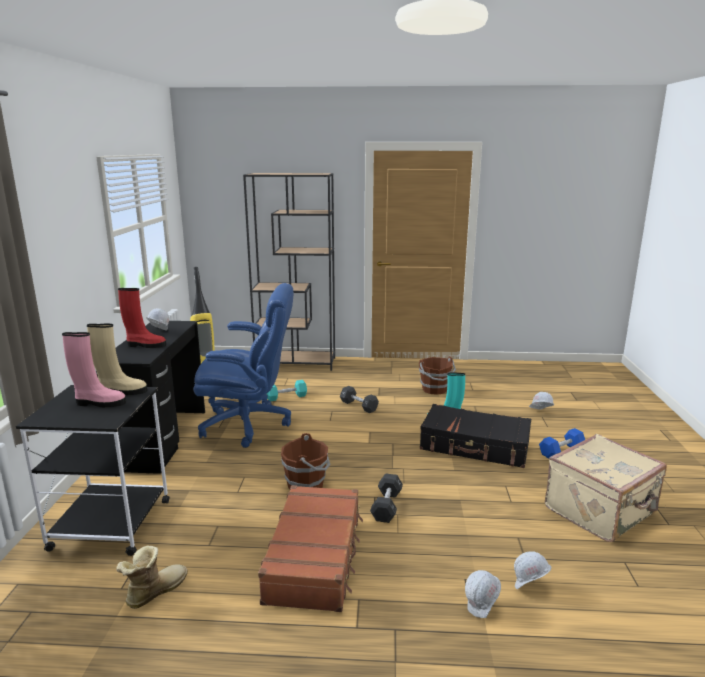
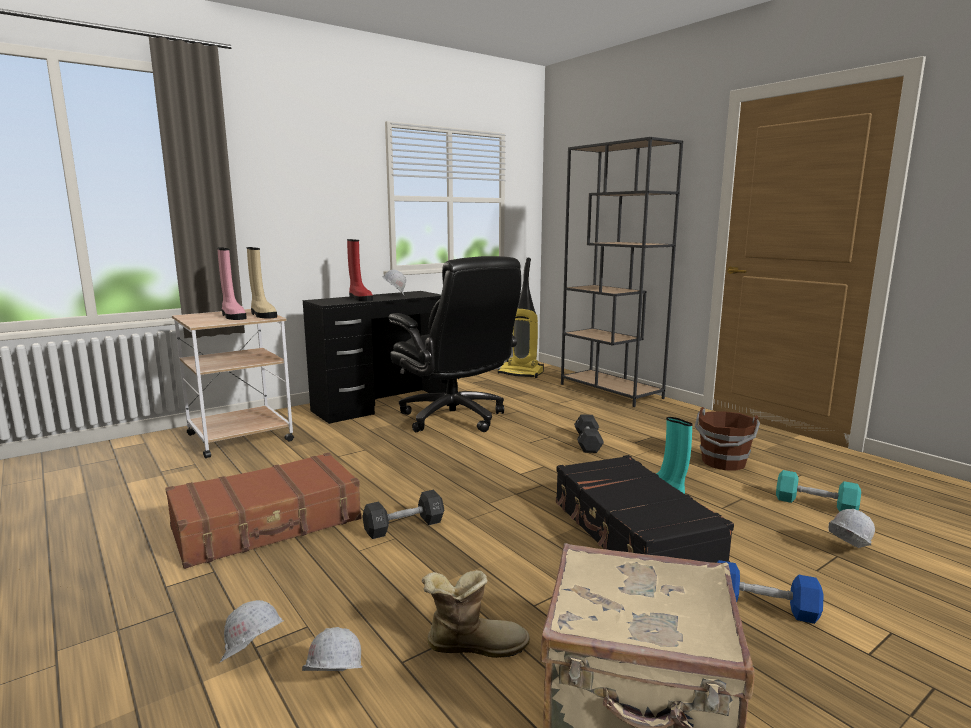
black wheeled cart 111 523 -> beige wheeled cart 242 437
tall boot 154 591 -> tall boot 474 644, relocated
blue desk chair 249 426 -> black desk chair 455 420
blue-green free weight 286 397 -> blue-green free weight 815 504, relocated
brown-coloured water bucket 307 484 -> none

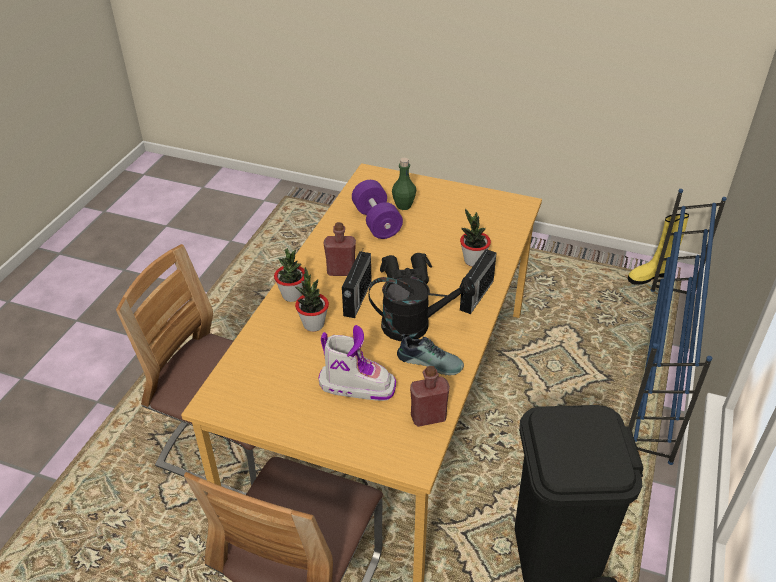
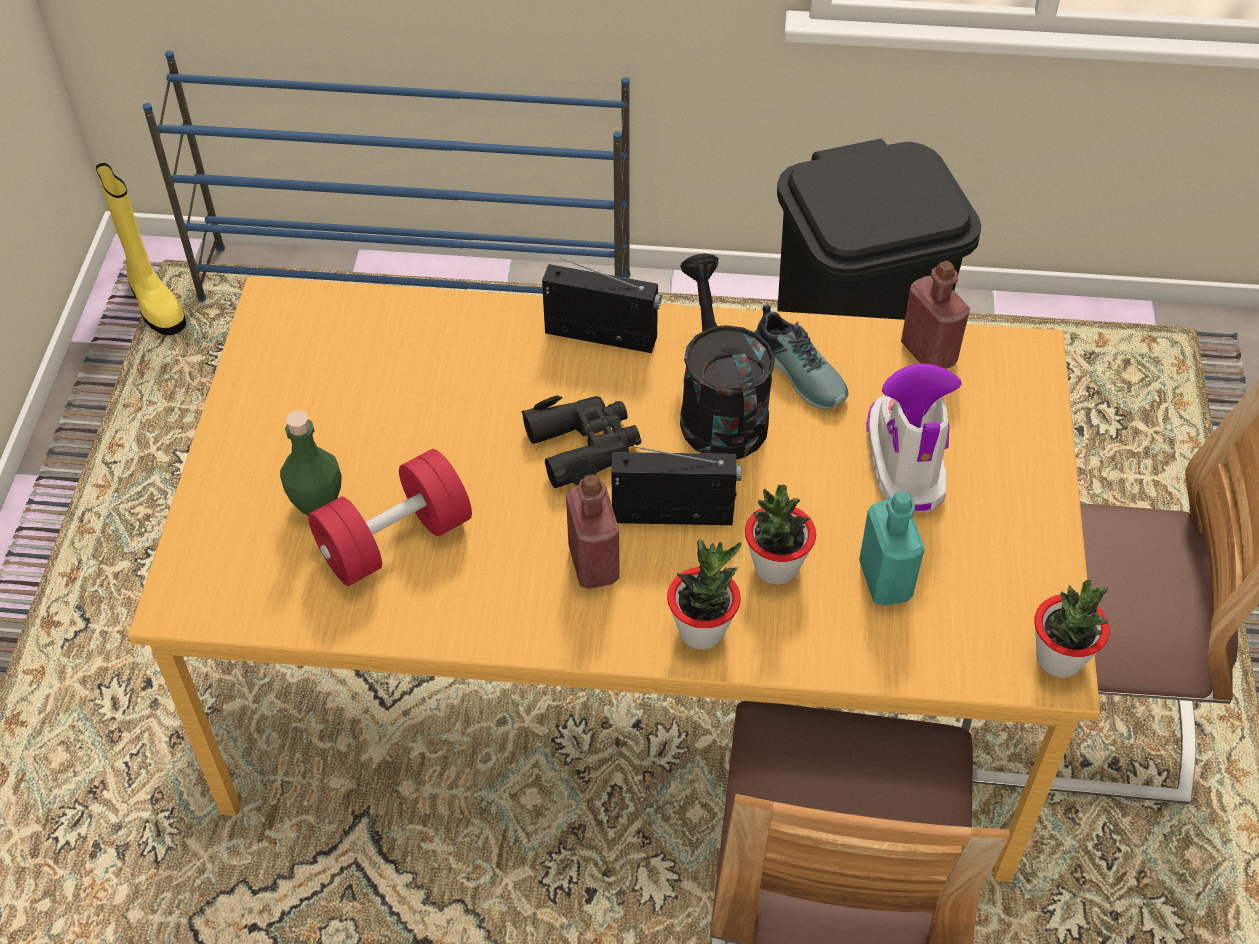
purple-coloured free weight 376 222 -> red free weight 395 540
shoe 430 361 -> shoe 801 371, 135 degrees clockwise
houseplant 473 261 -> houseplant 1059 659, relocated
none -> blue-green beverage bottle 885 580

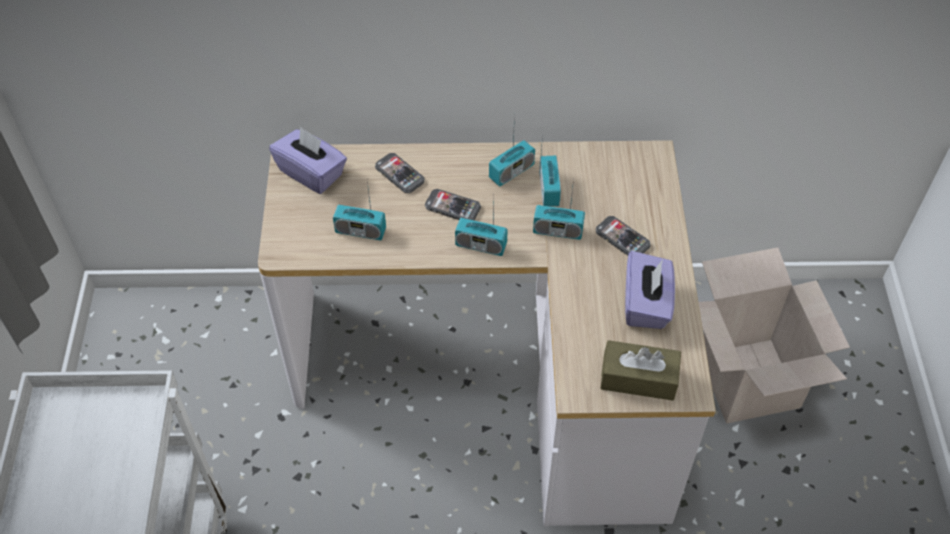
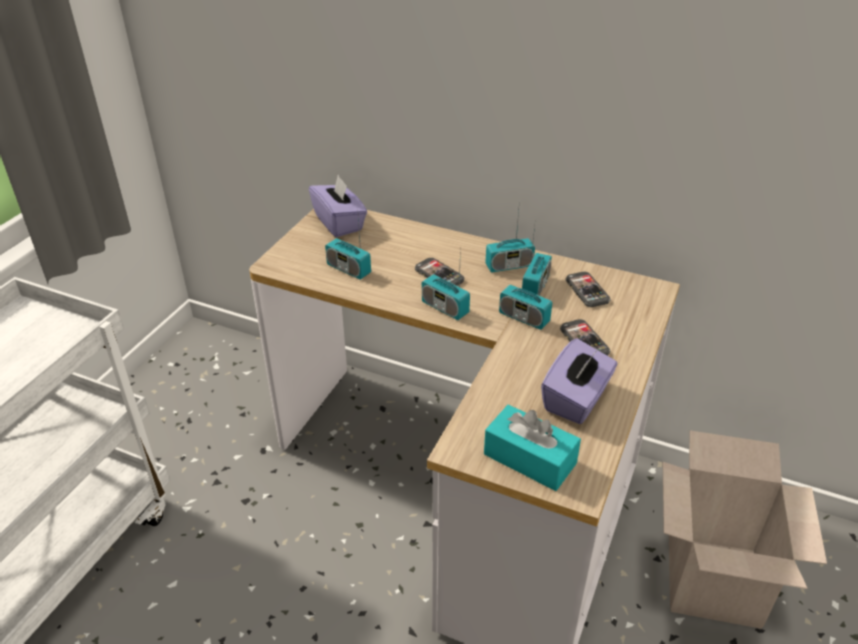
telephone 399 174 -> telephone 587 291, relocated
brown-coloured tissue holder 638 378 -> blue-green tissue holder 529 459

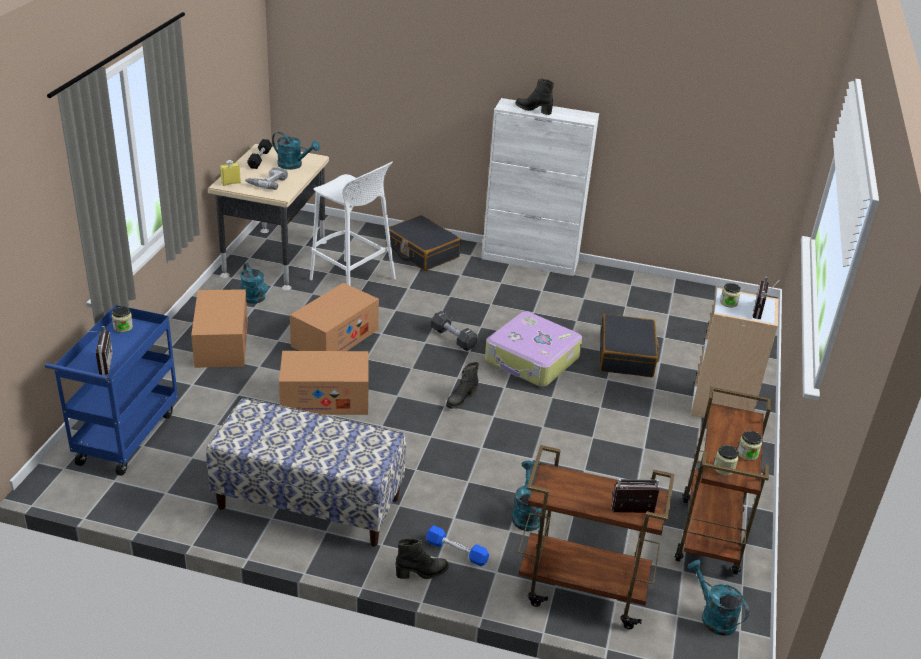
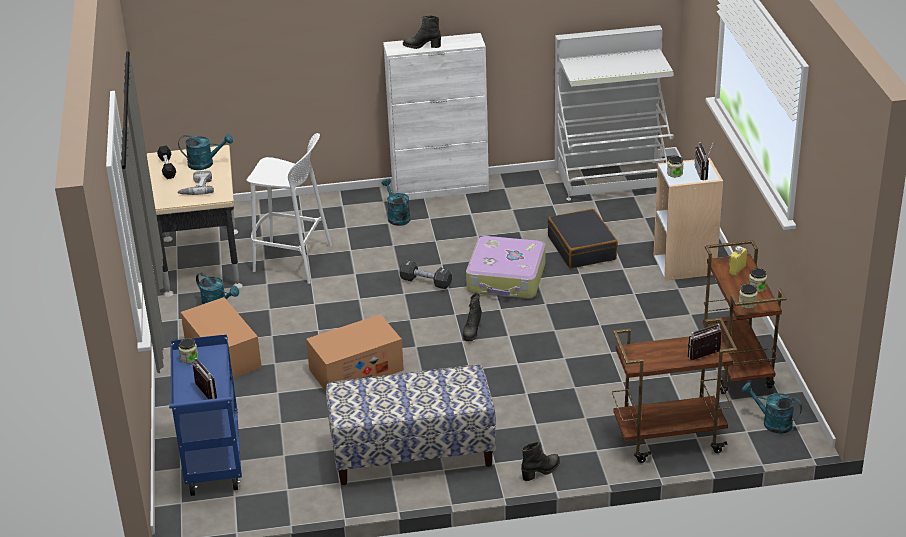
yellow beverage bottle 231 183 -> yellow beverage bottle 737 270, relocated
packing box 335 338 -> none
black suitcase 422 252 -> none
blue free weight 456 551 -> none
blue-green watering can 526 514 -> blue-green watering can 397 217, relocated
none -> whitish shoe rack 613 182

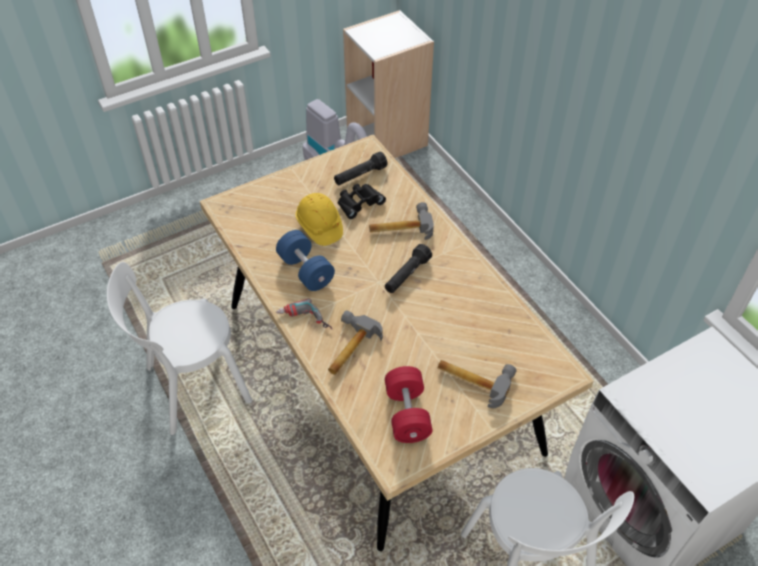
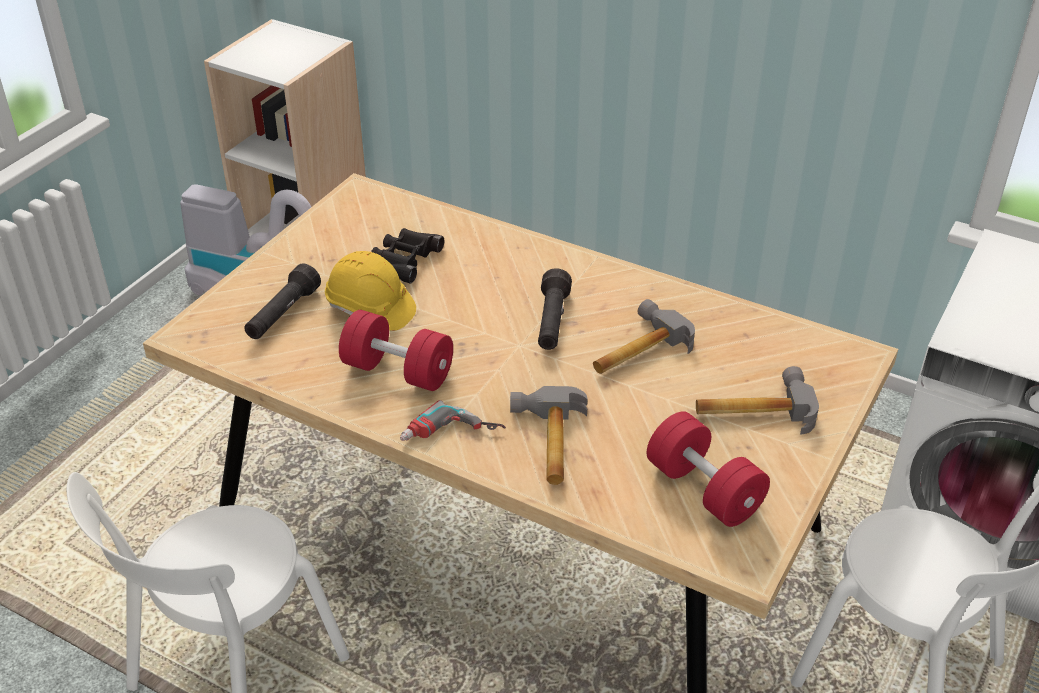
blue free weight 306 271 -> red free weight 398 371
black torch 360 176 -> black torch 283 314, relocated
hammer 400 227 -> hammer 635 350, relocated

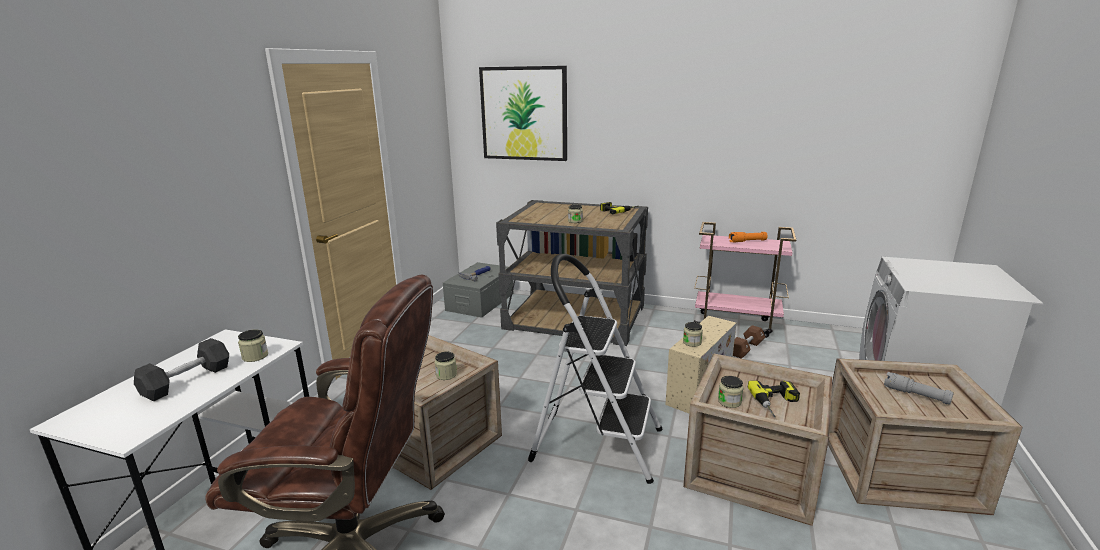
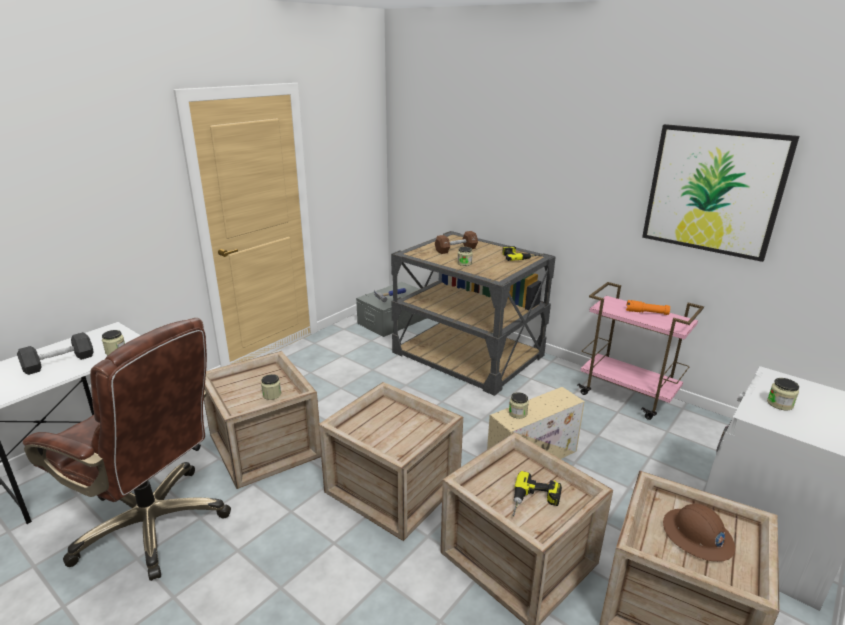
wall picture 524 114 -> wall picture 713 191, relocated
step stool 593 444 -> crate 392 486
storage jar 729 401 -> storage jar 780 404, relocated
brown-coloured free weight 746 349 -> brown-coloured free weight 456 250, relocated
grey torch 916 395 -> brown-coloured safety helmet 697 536

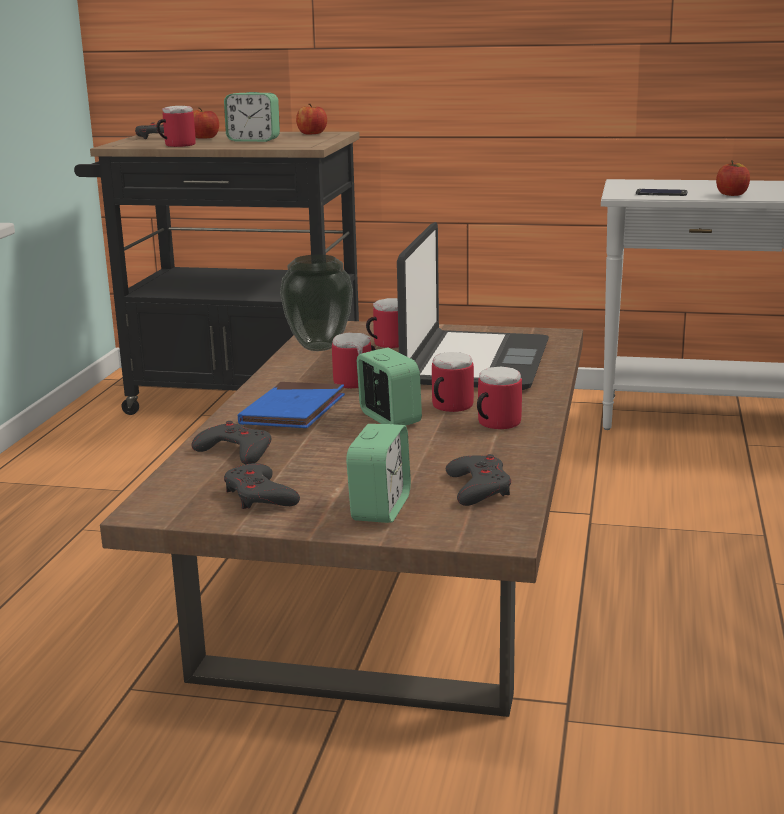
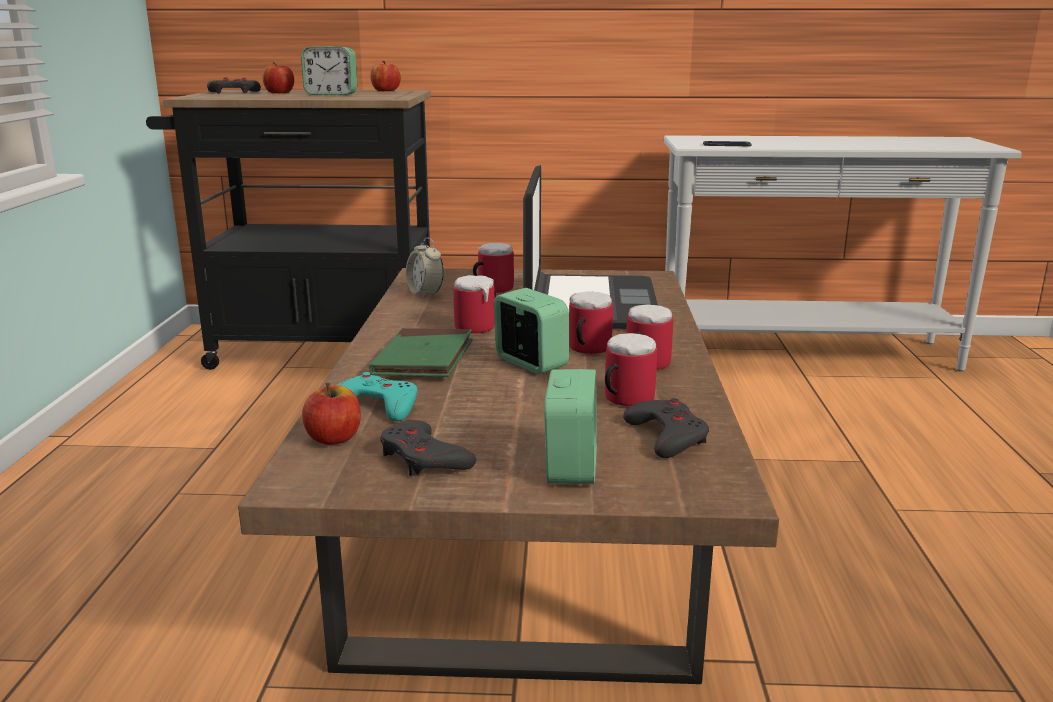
mug 176 145 -> mug 623 399, relocated
grey joypad 235 451 -> blue-green joypad 376 406
blue volume 293 411 -> green-coloured volume 424 359
vase 320 347 -> table clock 425 293
apple fruit 732 194 -> apple fruit 334 438, relocated

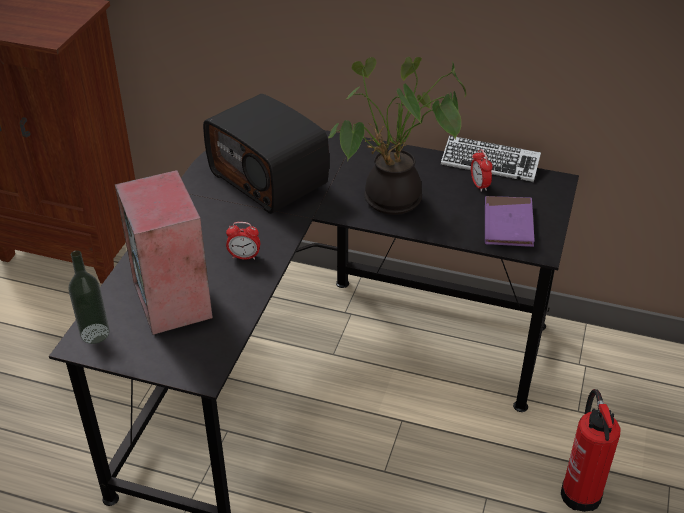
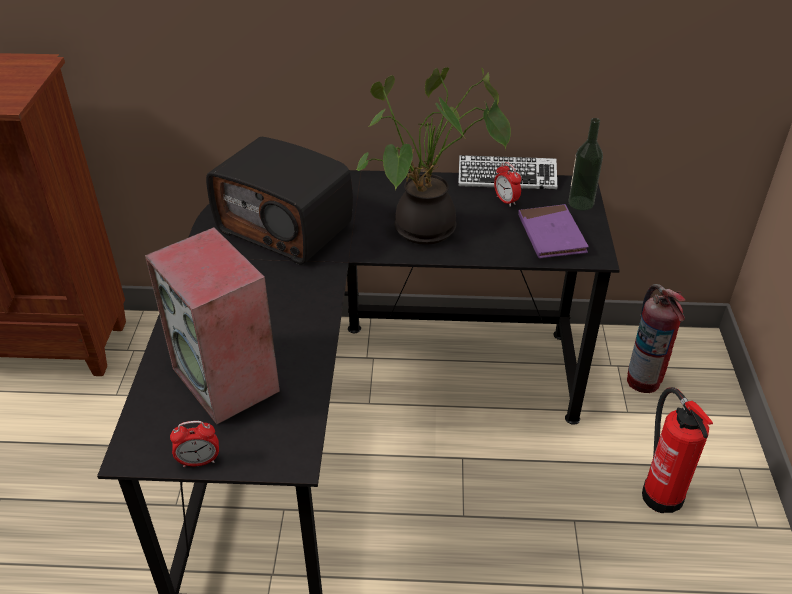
beverage bottle 95 333 -> beverage bottle 581 203, relocated
table clock 244 256 -> table clock 199 461, relocated
none -> extinguisher 643 380

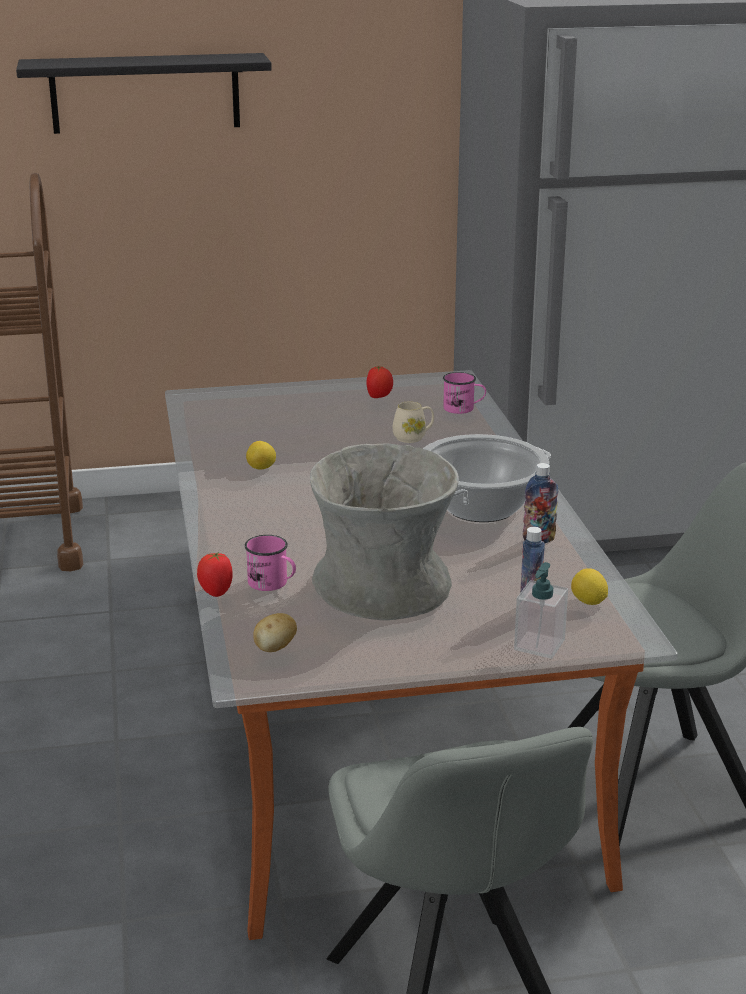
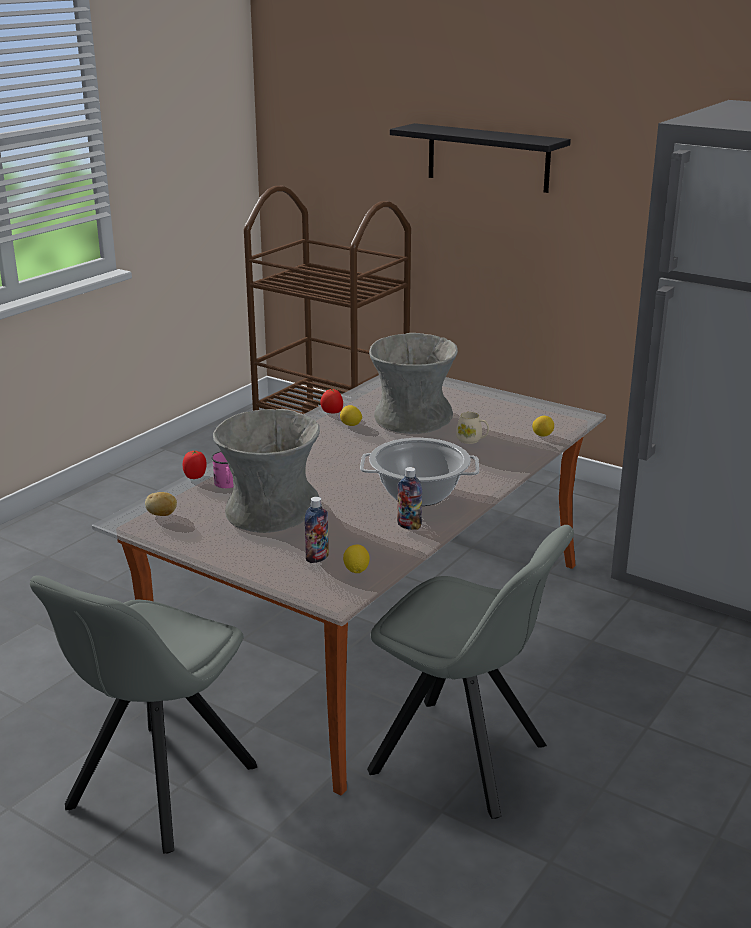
tomato 379 397 -> tomato 332 413, relocated
pinkish mug 463 408 -> lemon 542 435
soap dispenser 539 645 -> none
none -> grey vase 412 419

